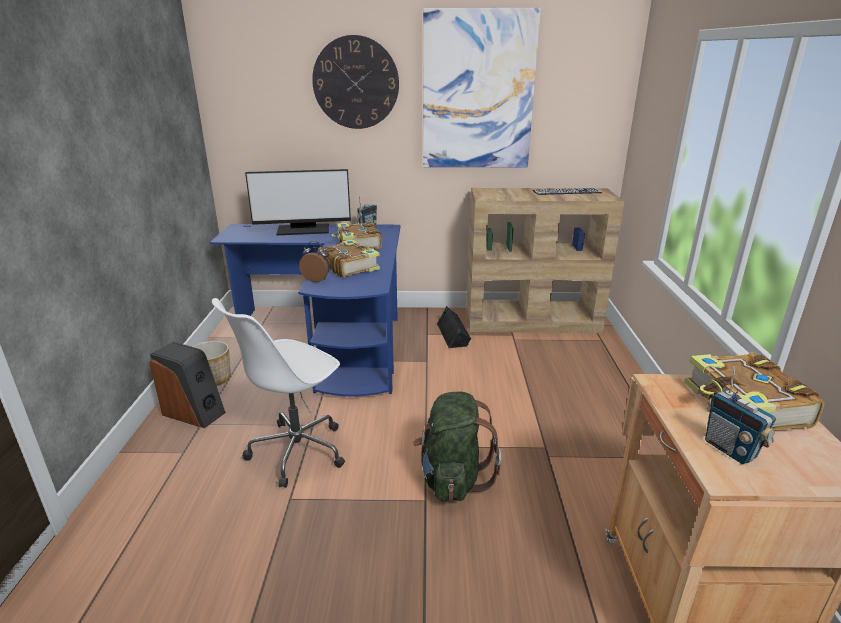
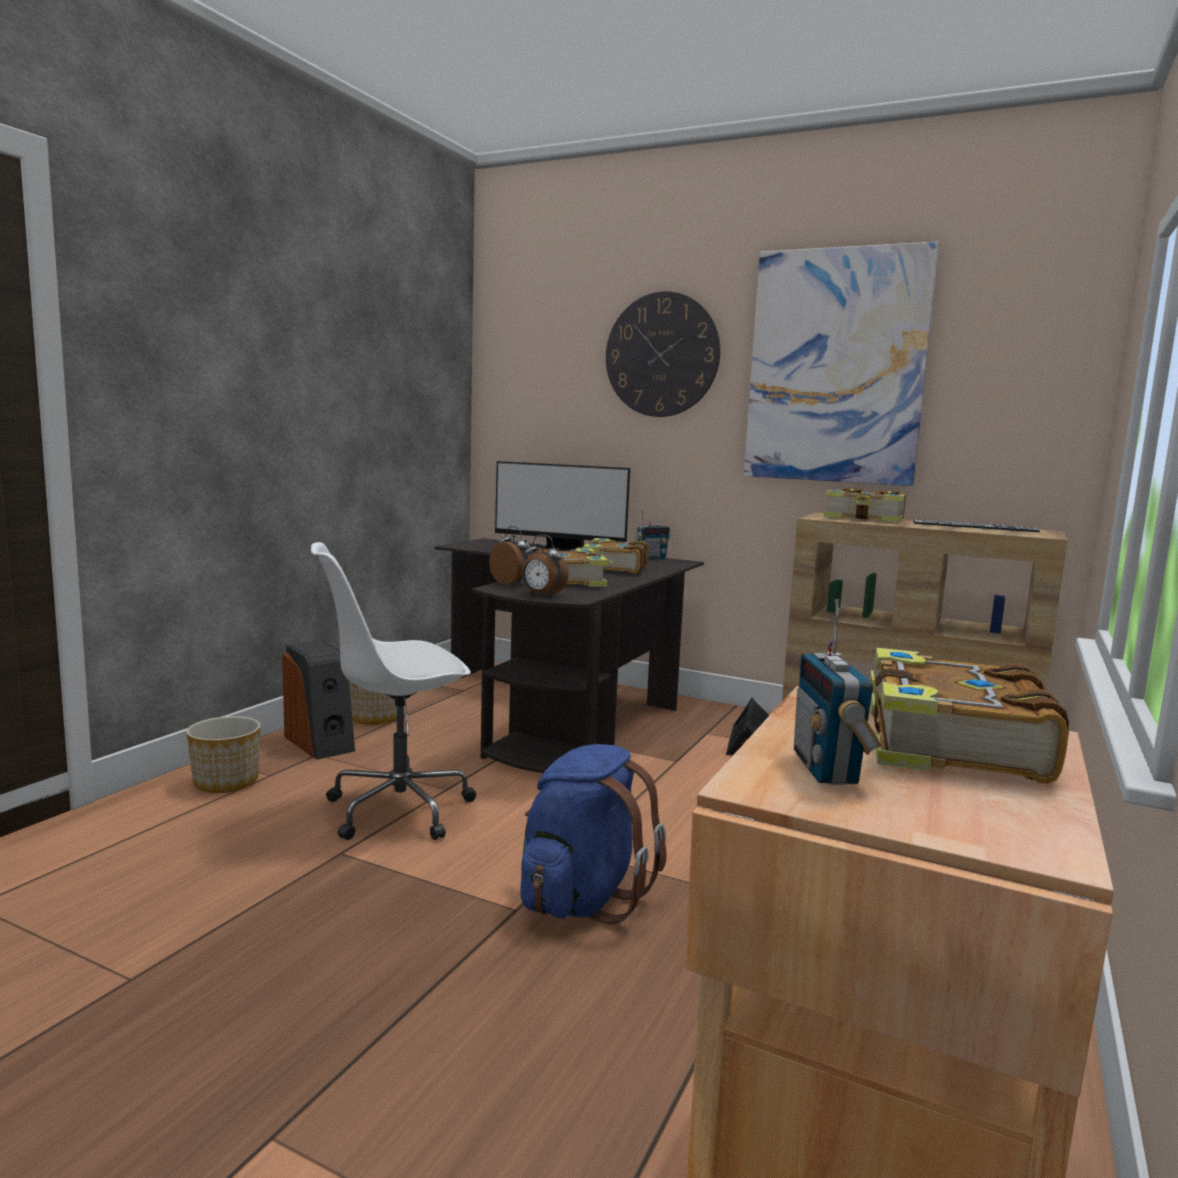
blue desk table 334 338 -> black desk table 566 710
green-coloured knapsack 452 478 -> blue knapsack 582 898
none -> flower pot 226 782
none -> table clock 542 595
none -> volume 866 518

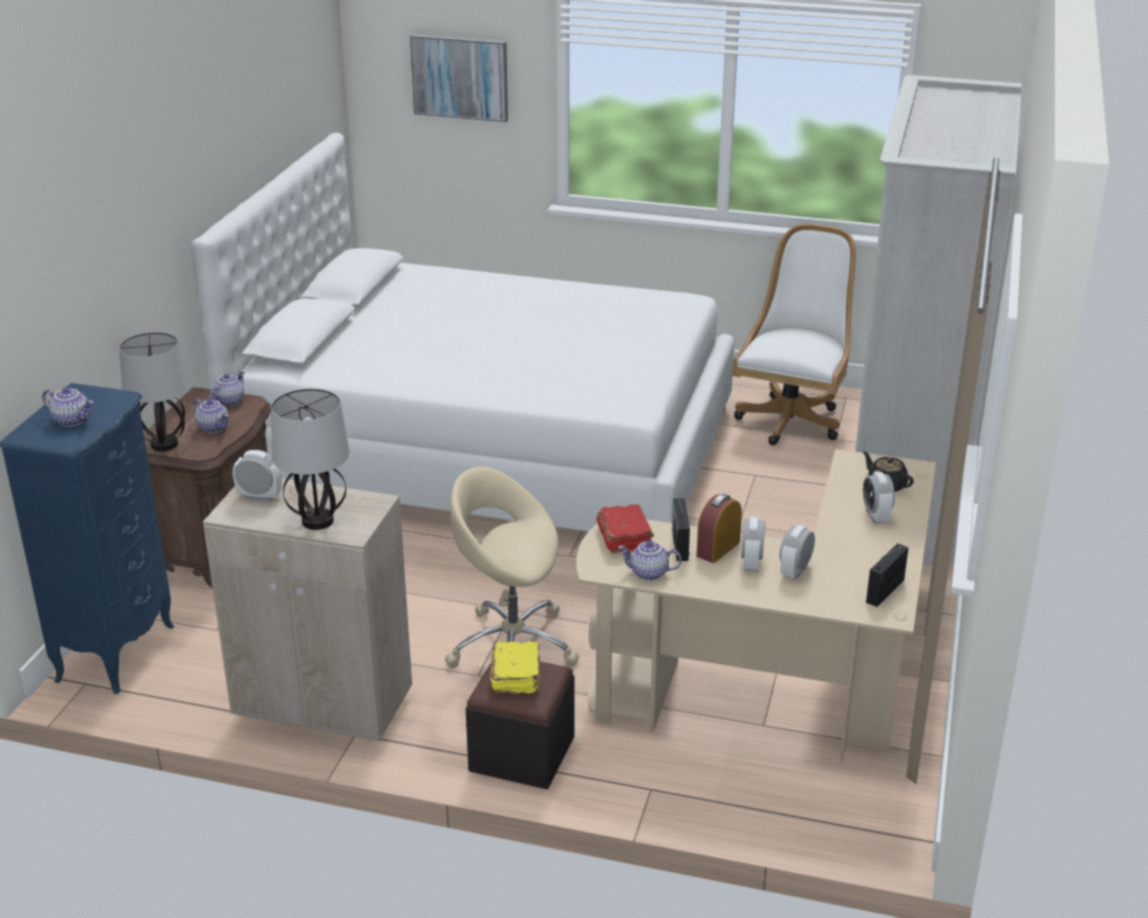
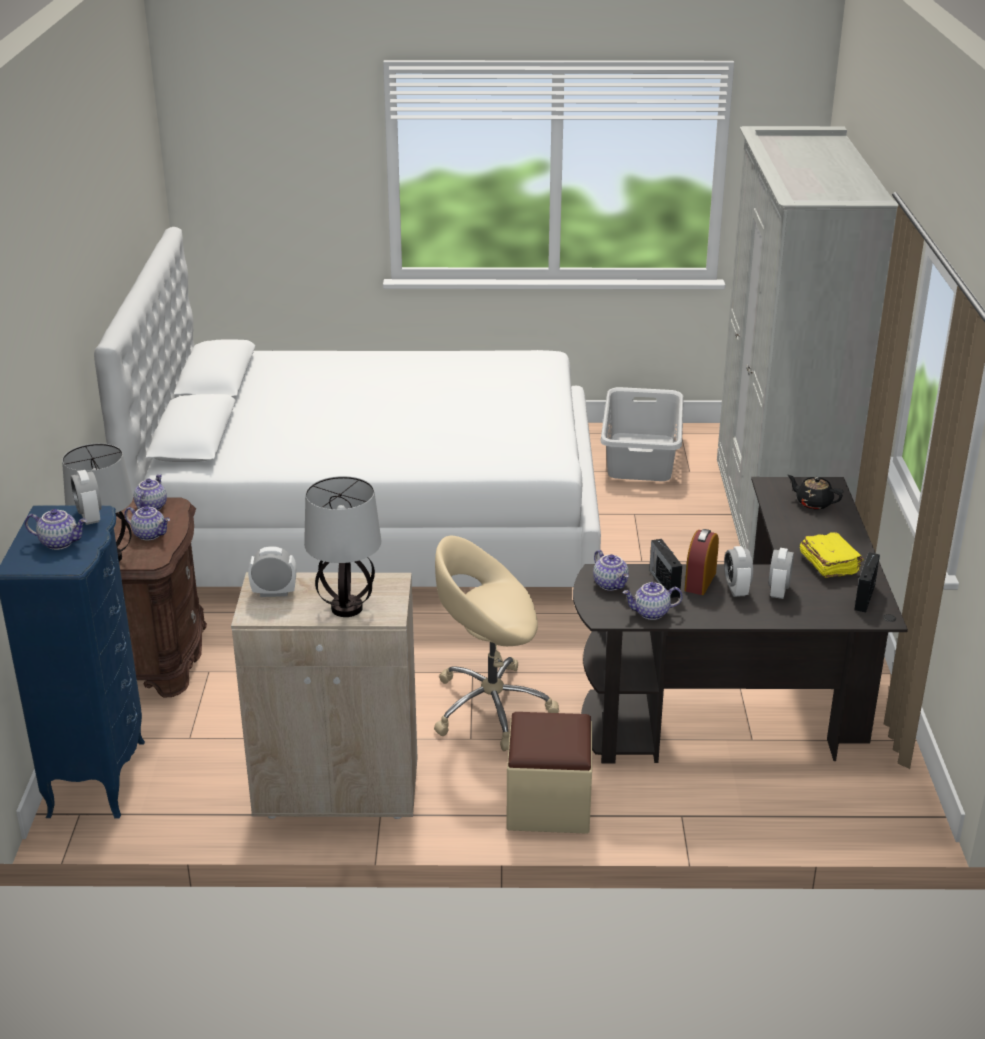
wall picture 460 77 -> none
black footrest 522 754 -> beige footrest 548 805
yellow volume 516 677 -> yellow volume 829 564, relocated
beige desk table 783 682 -> black desk table 751 698
red volume 624 538 -> tea pot 611 584
whitish desk chair 792 417 -> grey hamper 641 457
table clock 876 516 -> table clock 90 517, relocated

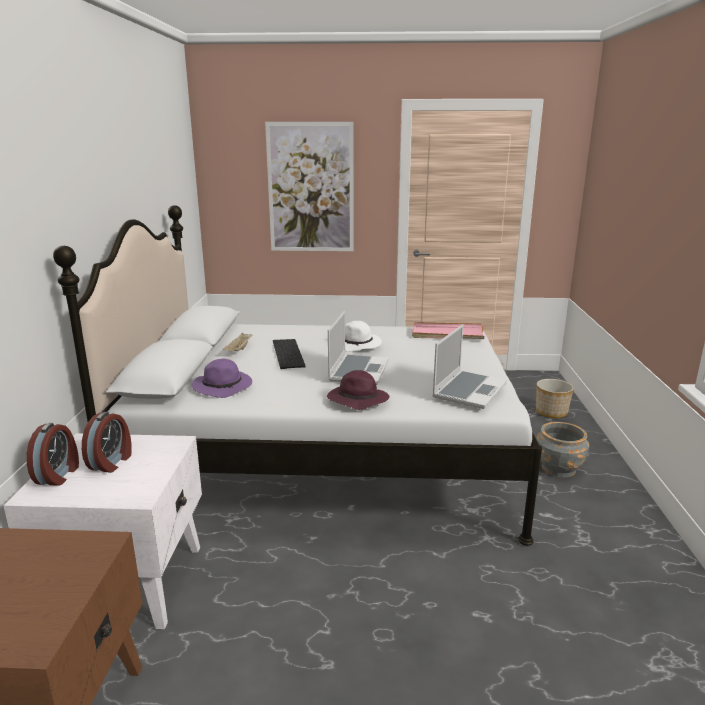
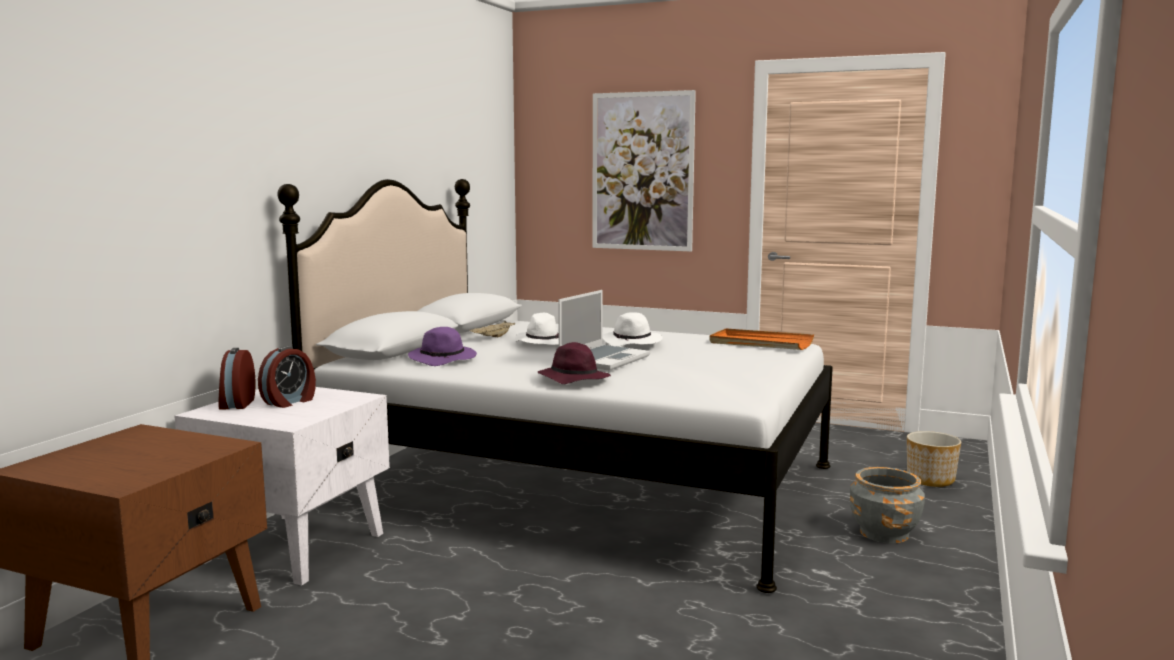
table clock 58 475 -> table clock 236 404, 150 degrees clockwise
PC keyboard 286 353 -> whitish hat 542 343
pinkish serving tray 447 334 -> orange serving tray 760 343
laptop 469 390 -> none

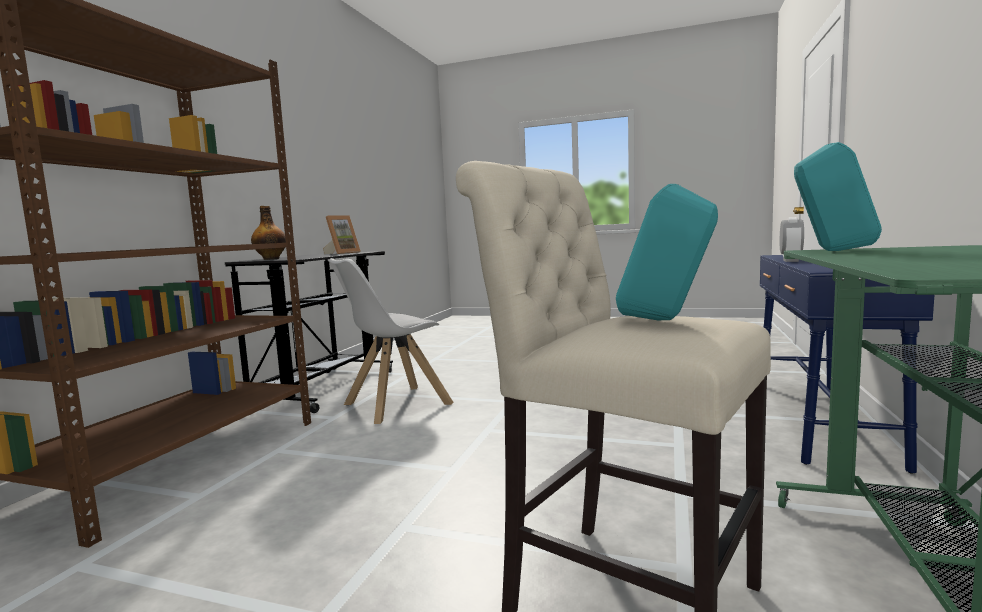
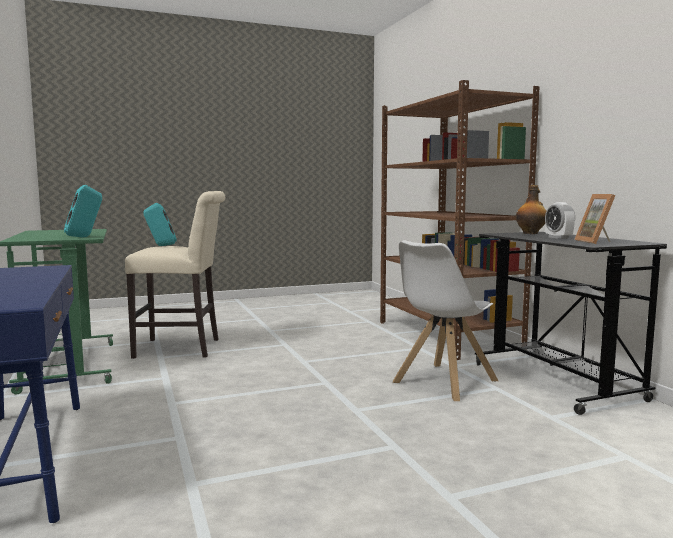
plain chair 394 405 -> plain chair 443 382, 150 degrees counterclockwise
table clock 790 260 -> table clock 558 238, relocated

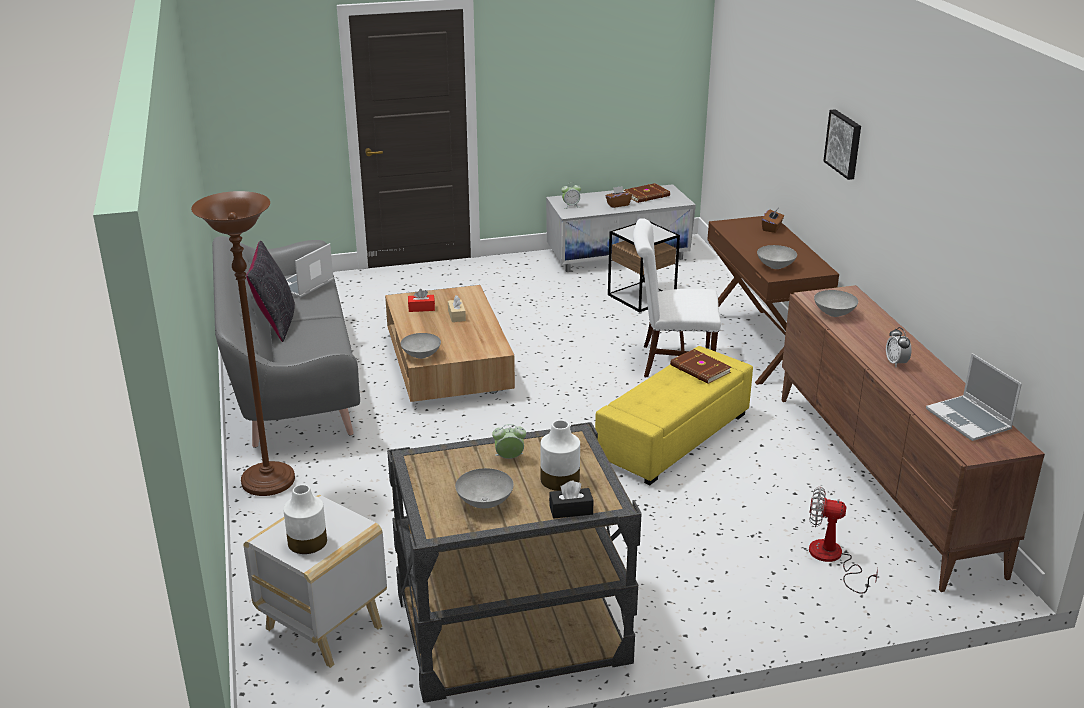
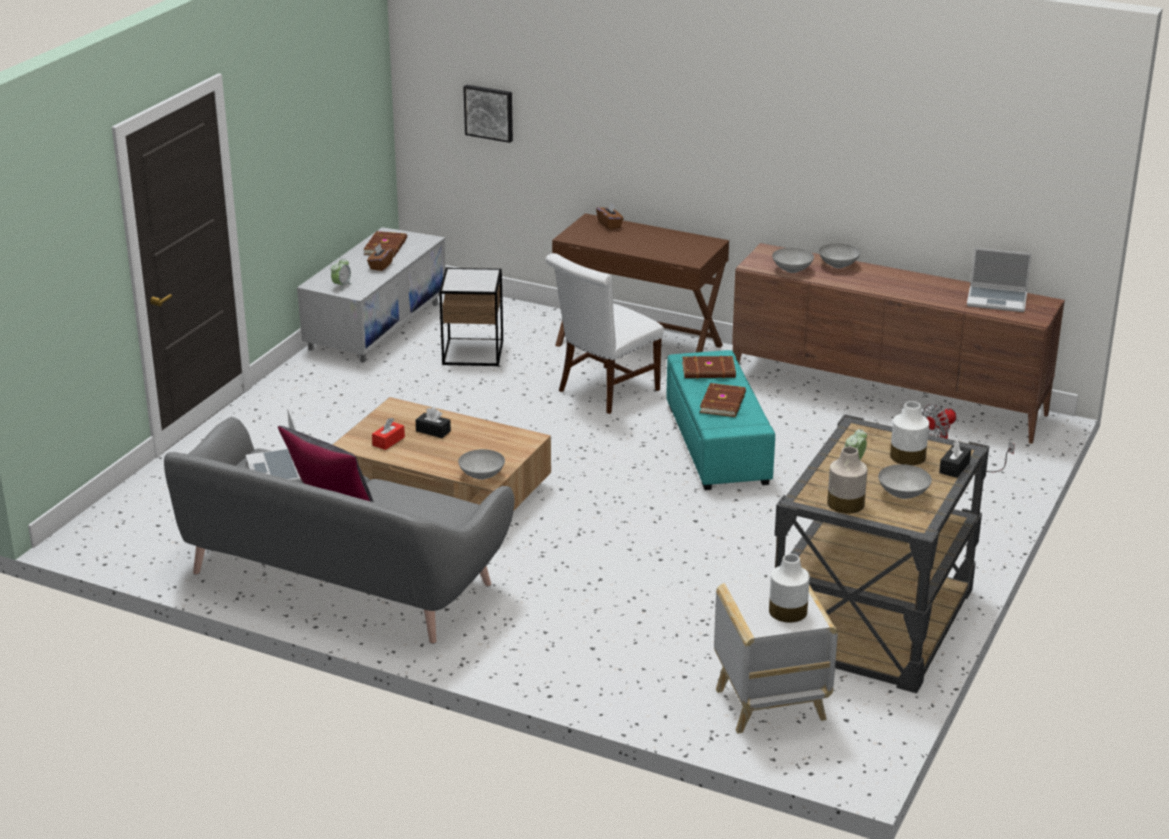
brown-coloured standard lamp 268 482 -> none
beige tissue holder 456 315 -> black tissue holder 433 431
yellow footrest 674 437 -> blue-green footrest 718 444
grey serving bowl 776 266 -> grey serving bowl 838 265, relocated
wall picture 844 144 -> wall picture 489 112, relocated
table clock 896 363 -> none
none -> brown-coloured volume 724 403
none -> beige vase 845 503

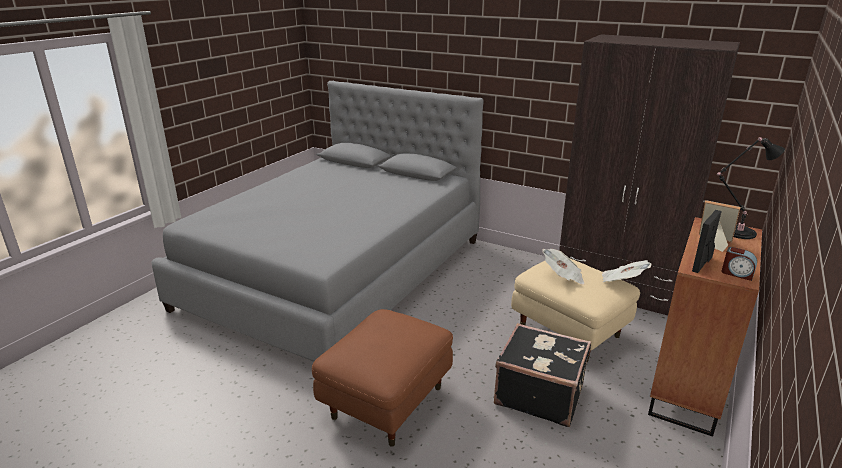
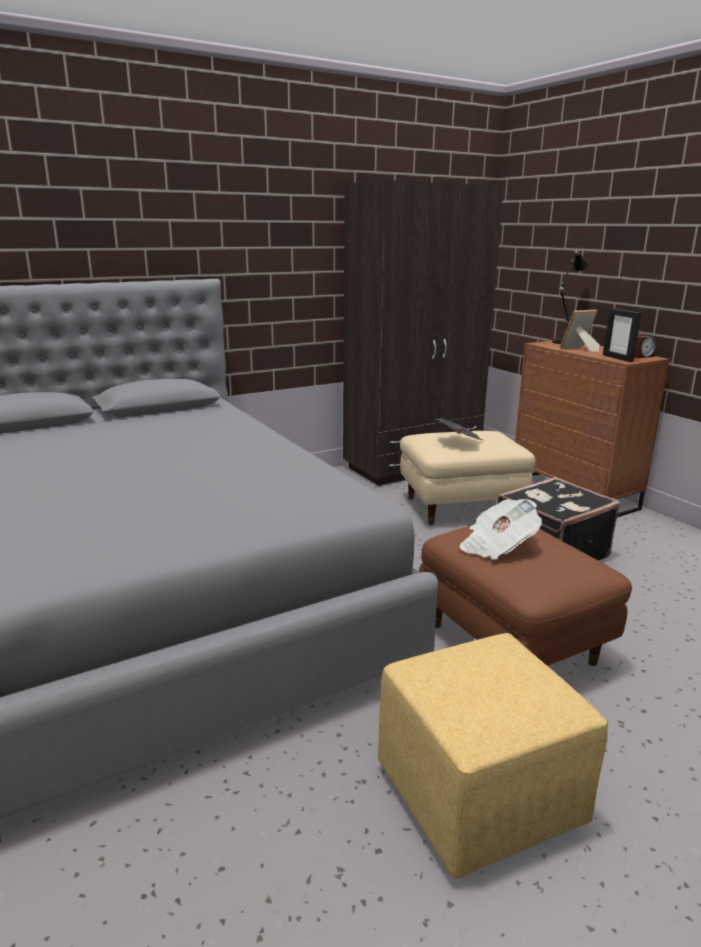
newspaper 622 281 -> newspaper 497 547, relocated
none -> yellow footrest 479 799

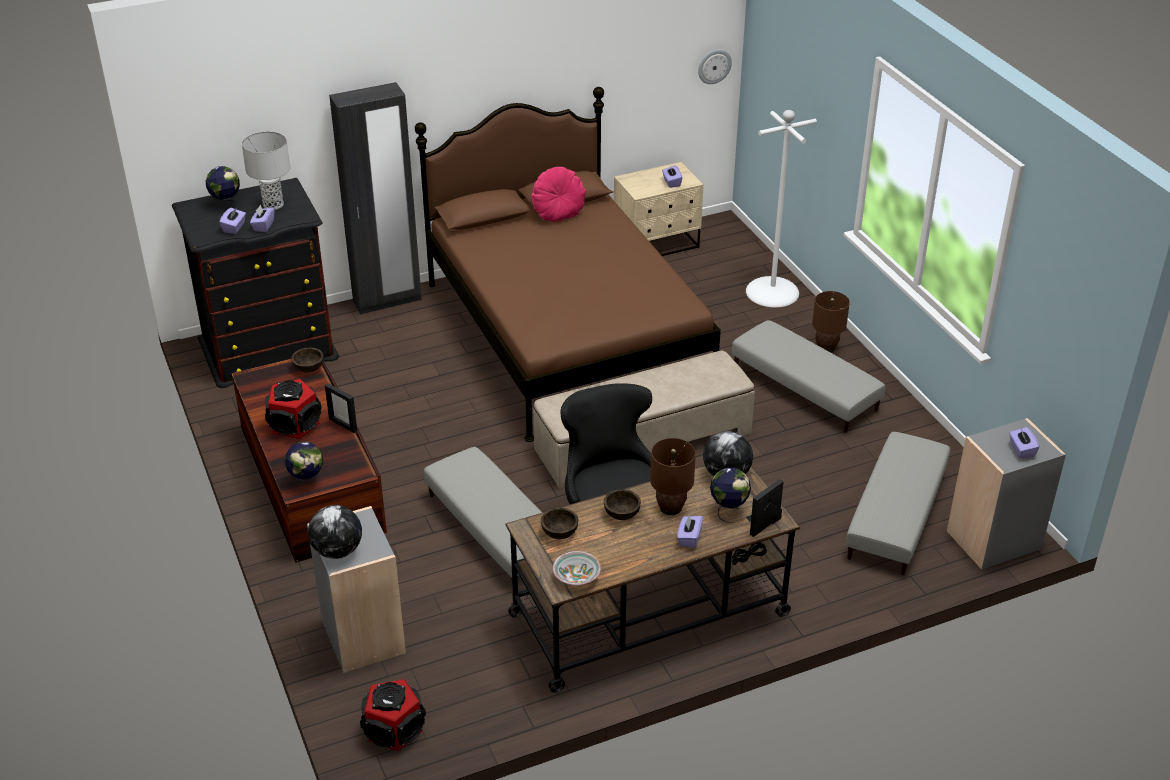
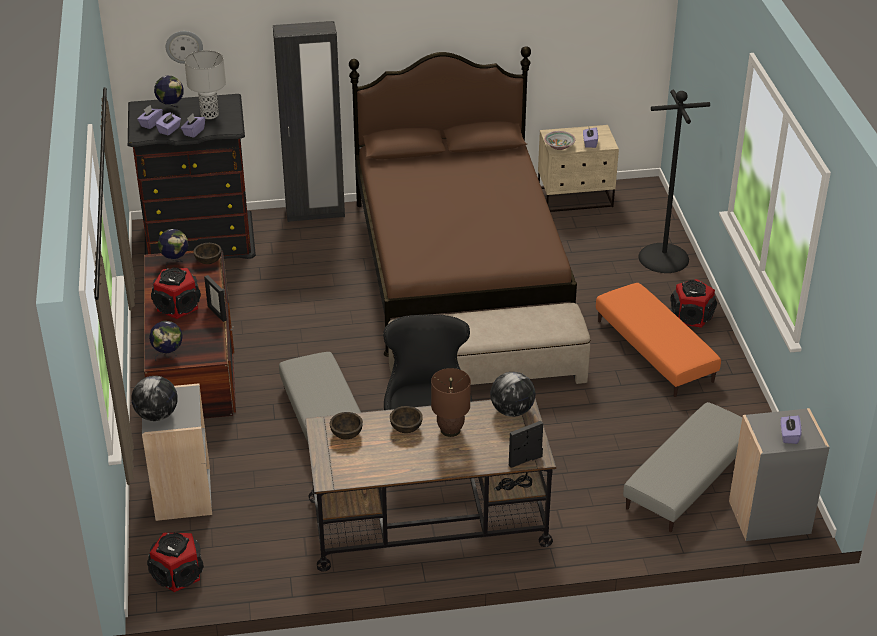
pinkish cushion 558 216 -> none
serving bowl 577 577 -> serving bowl 559 146, relocated
purple-coloured tissue holder 689 538 -> purple-coloured tissue holder 151 123, relocated
wall clock 714 66 -> wall clock 184 46, relocated
desk globe 728 510 -> desk globe 175 262, relocated
grey footrest 805 388 -> orange footrest 655 350
whitish garment stand 772 292 -> black garment stand 663 258
brown-coloured table lamp 826 347 -> audio speaker 692 317

